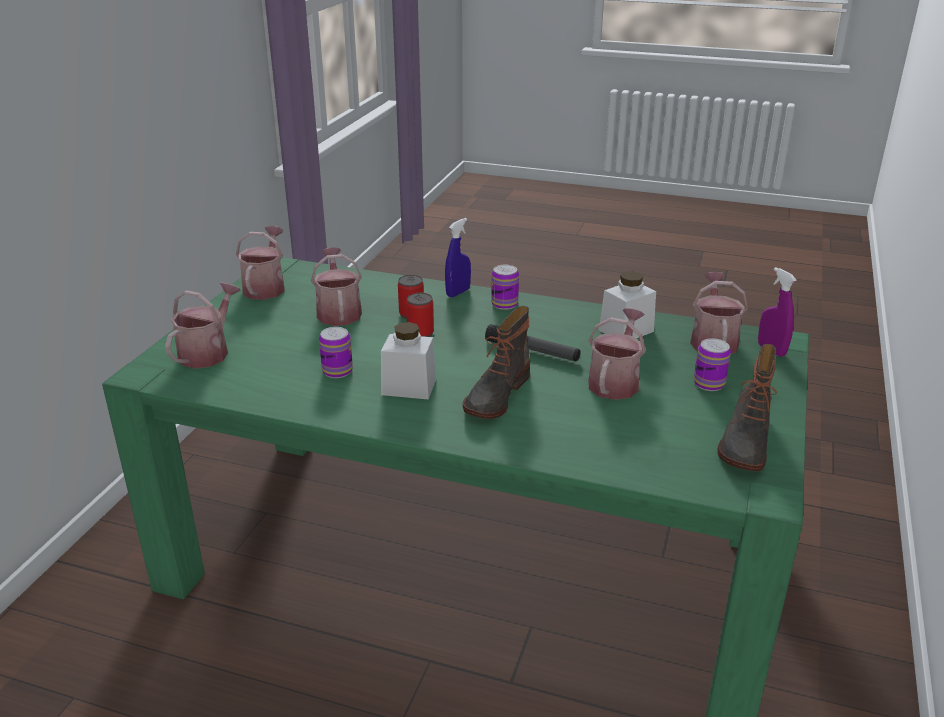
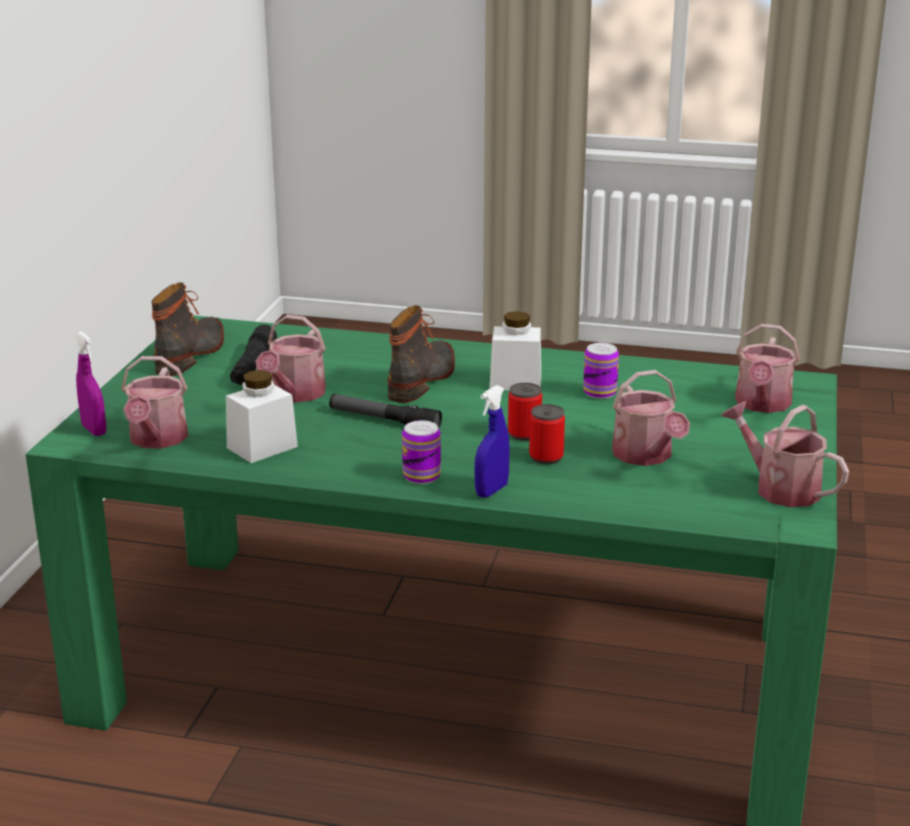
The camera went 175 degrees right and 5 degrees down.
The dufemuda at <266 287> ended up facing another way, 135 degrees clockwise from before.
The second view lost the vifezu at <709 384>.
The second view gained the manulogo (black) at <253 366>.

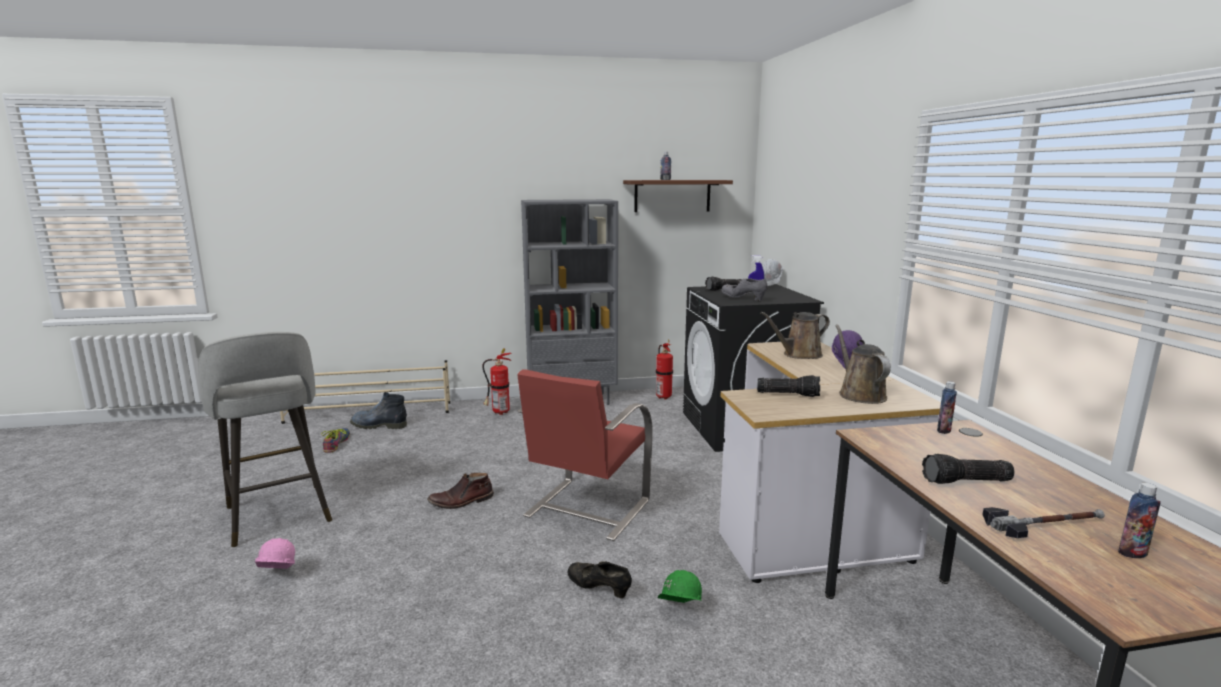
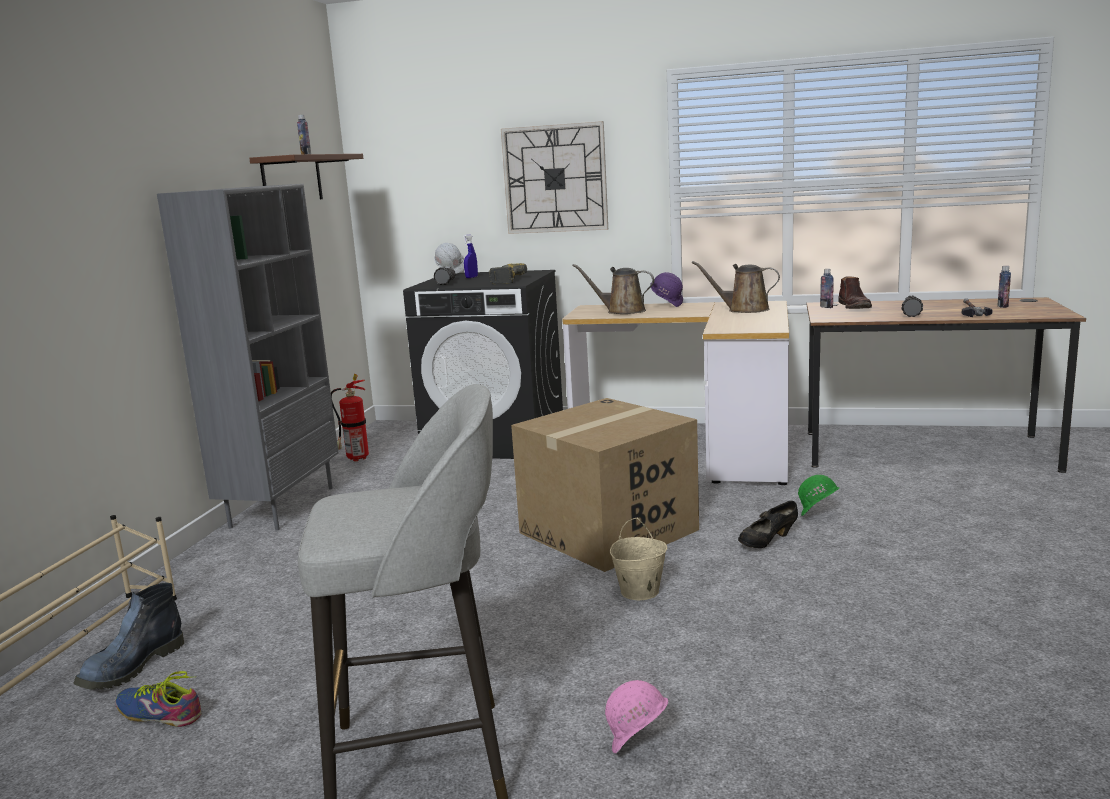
The camera went 65 degrees left and 0 degrees up.
The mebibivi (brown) ended up elsewhere, having gone from <461 501> to <855 306>.
The second view lost the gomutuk at <499 412>.
Where the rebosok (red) stood at <585 509>, the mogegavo came to stand at <608 531>.
Where the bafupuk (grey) stood at <743 299>, the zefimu came to stand at <504 281>.
The second view lost the manulogo at <788 394>.
The dufemuda (brown) at <799 355> ended up facing another way, 105 degrees clockwise from before.
The second view gained the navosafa at <555 179>.
The second view gained the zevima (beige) at <639 591>.

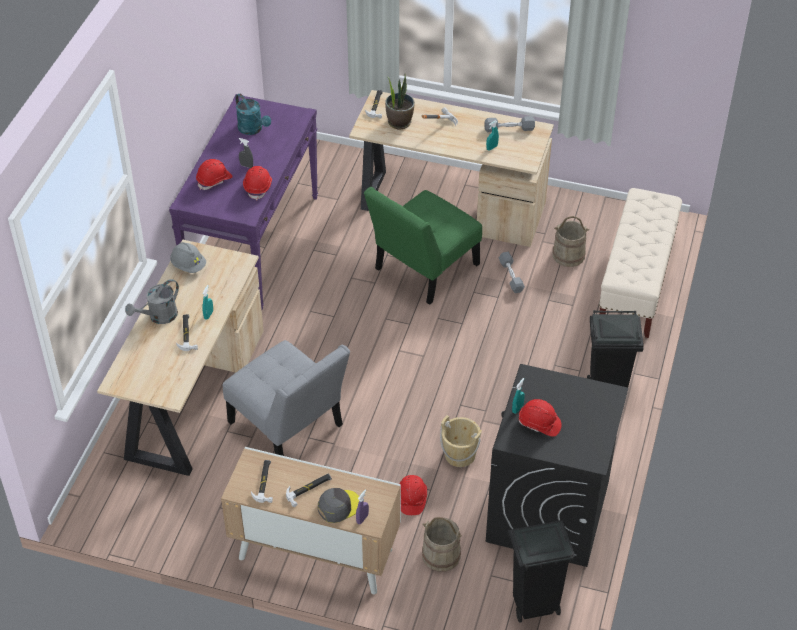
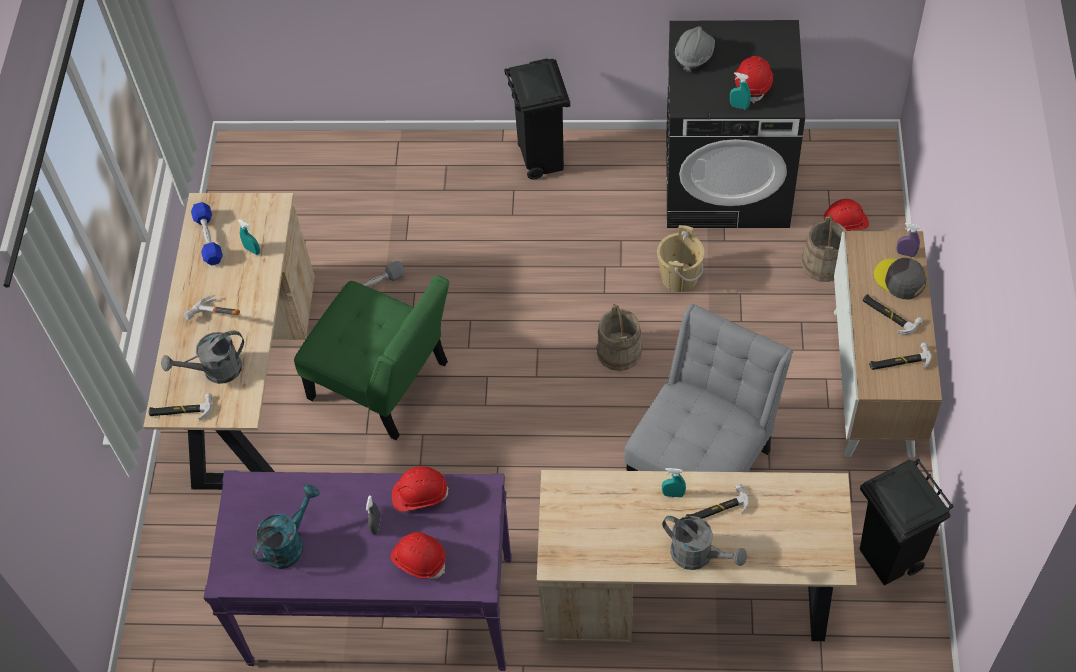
The camera went 100 degrees left and 10 degrees up.
The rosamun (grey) ended up elsewhere, having gone from <188 265> to <694 56>.
Where the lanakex stood at <399 122>, the dufemuda (grey) came to stand at <215 371>.
The rosamun (red) ended up elsewhere, having gone from <411 499> to <845 223>.
What was the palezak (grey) at <509 129> turned into the palezak (blue) at <208 238>.
The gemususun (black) ended up elsewhere, having gone from <533 606> to <889 559>.
The zevima (beige) ended up elsewhere, having gone from <568 255> to <619 351>.
The second view lost the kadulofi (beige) at <635 284>.

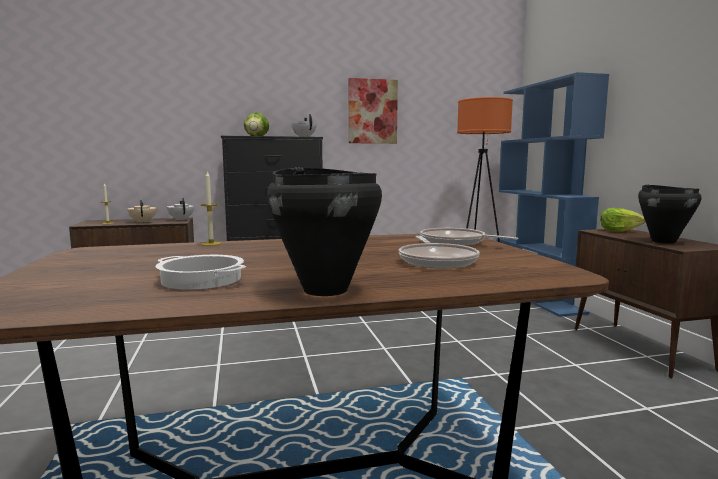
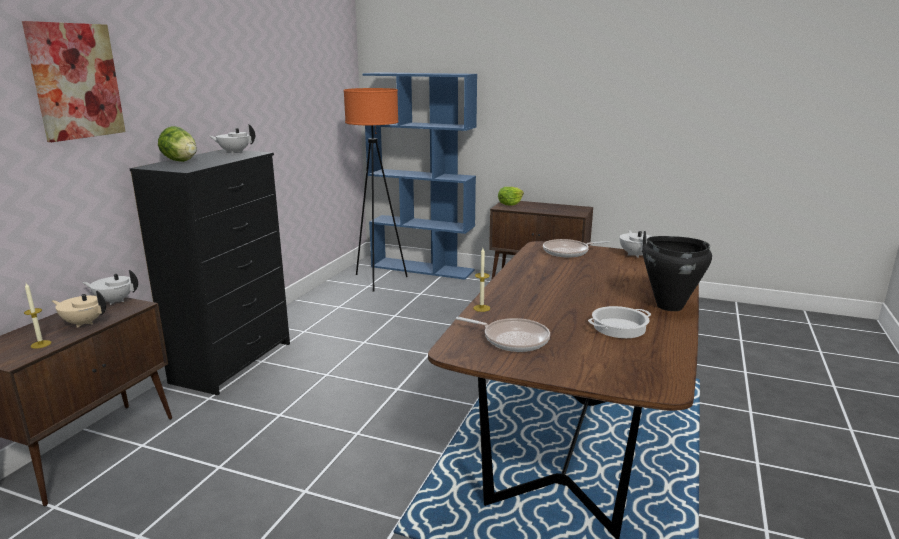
The camera went 55 degrees left and 10 degrees up.
The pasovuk ended up elsewhere, having gone from <372 111> to <76 81>.
The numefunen ended up elsewhere, having gone from <436 260> to <512 339>.
The second view lost the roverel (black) at <663 241>.
The second view gained the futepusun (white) at <635 255>.

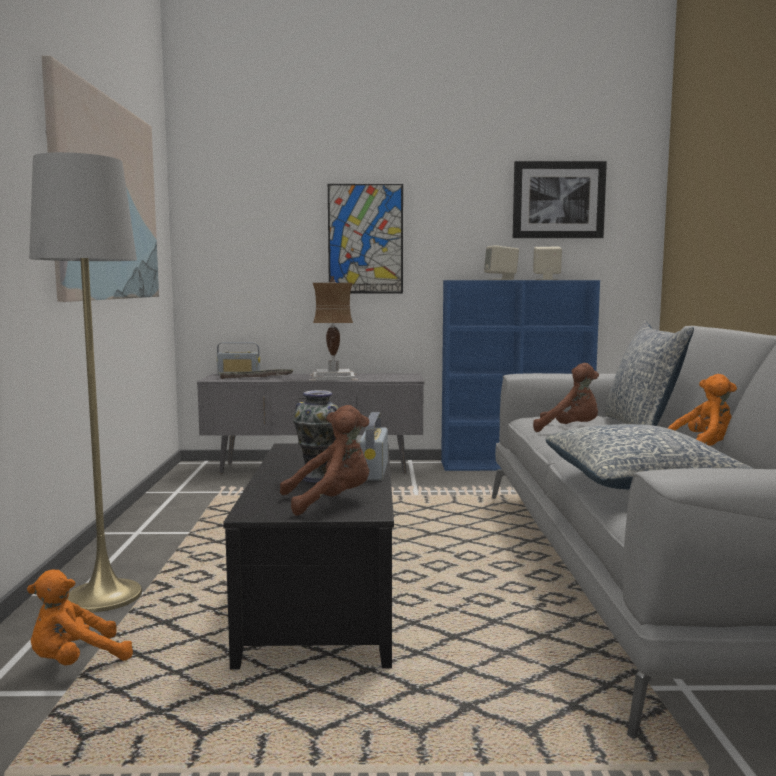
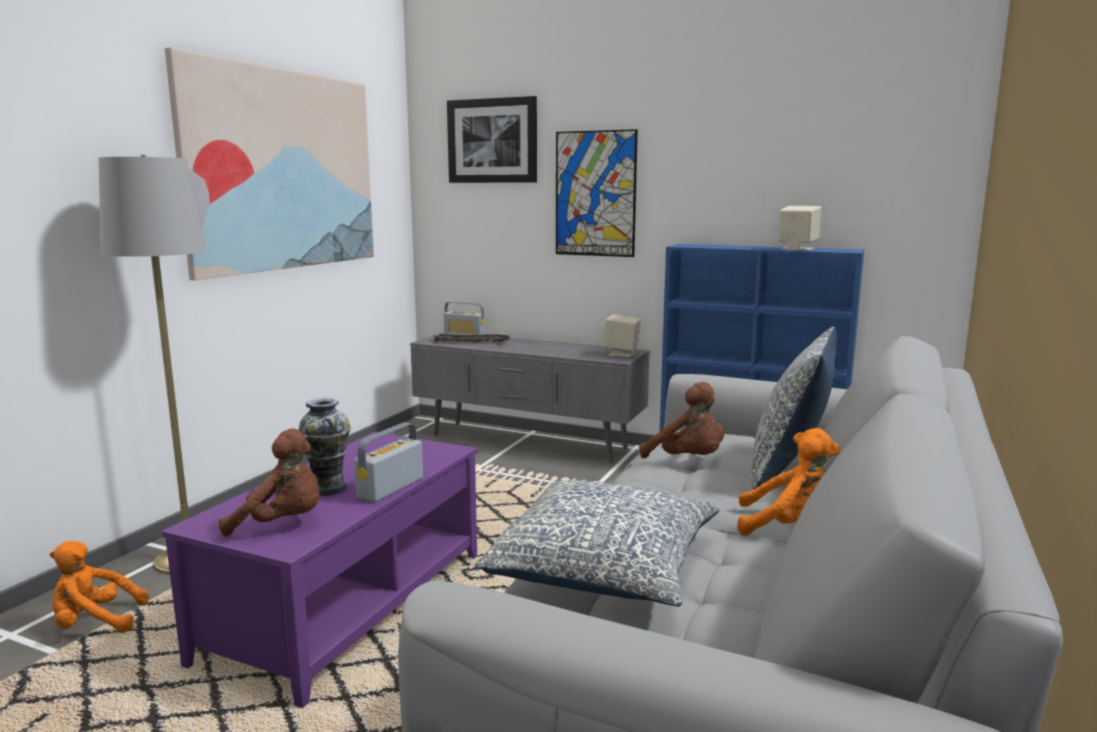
The camera went 25 degrees right and 5 degrees up.
What was the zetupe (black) at <326 597> turned into the zetupe (purple) at <350 606>.
The second view lost the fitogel at <332 377>.
The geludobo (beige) ended up elsewhere, having gone from <501 279> to <622 354>.
The pasovuk ended up elsewhere, having gone from <558 200> to <492 141>.

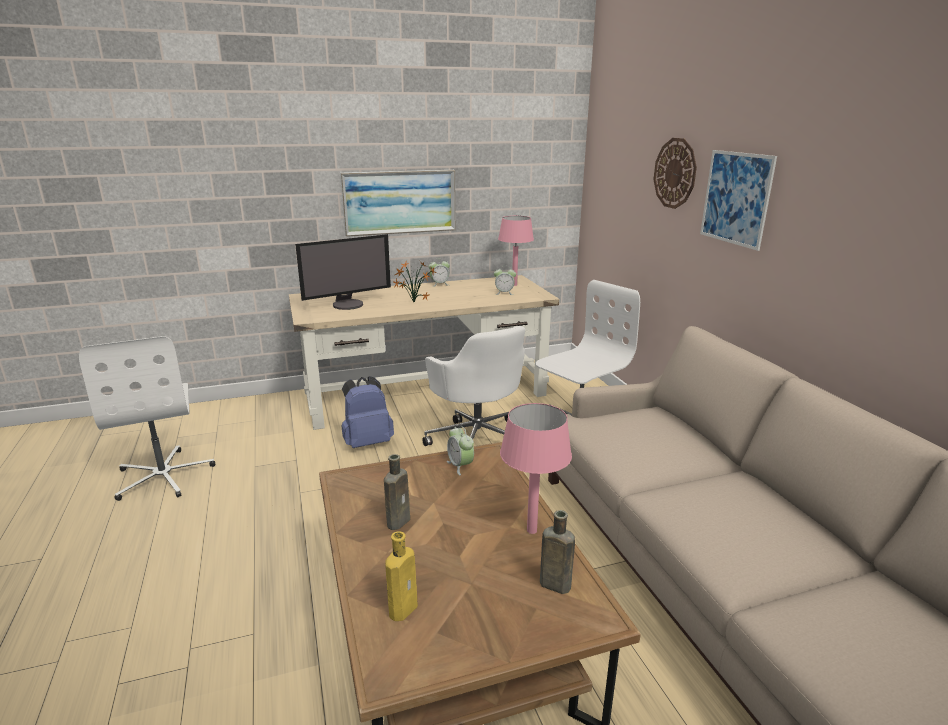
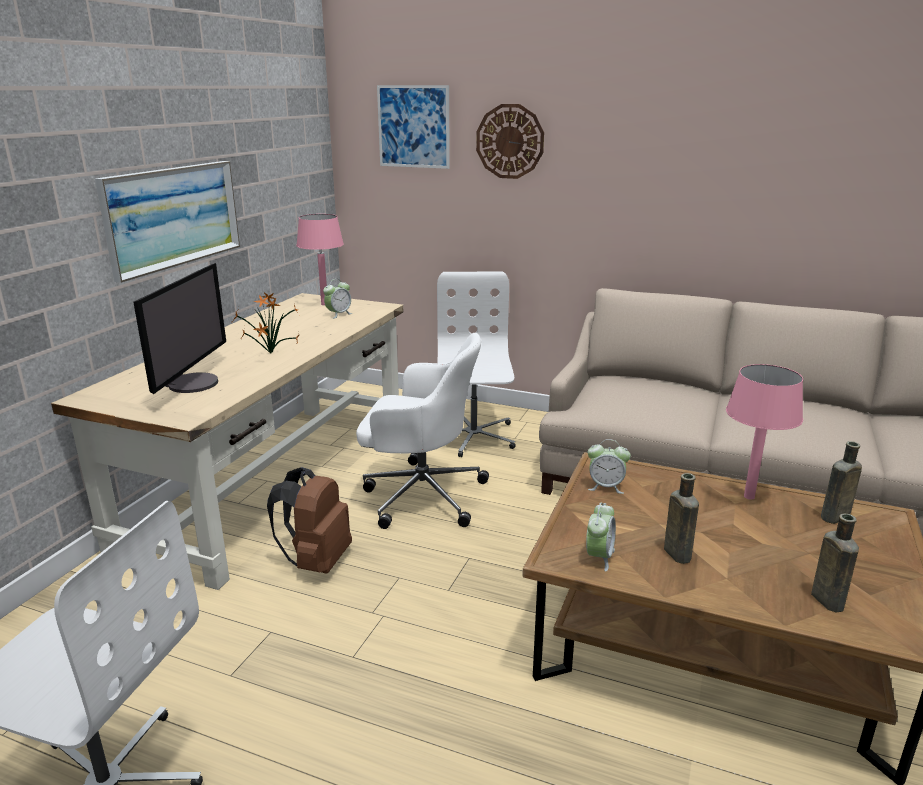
The camera went 50 degrees left and 0 degrees up.
What was the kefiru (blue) at <367 442> turned into the kefiru (brown) at <316 561>.
What was the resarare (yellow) at <404 608> turned into the resarare (brown) at <825 599>.
The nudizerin ended up elsewhere, having gone from <439 284> to <599 557>.
The pasovuk ended up elsewhere, having gone from <736 198> to <413 126>.

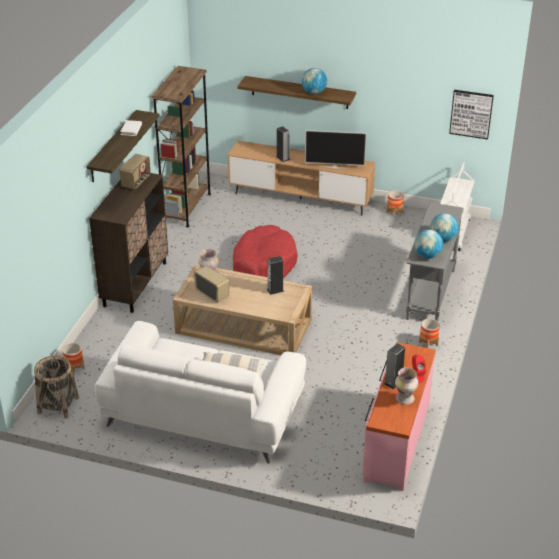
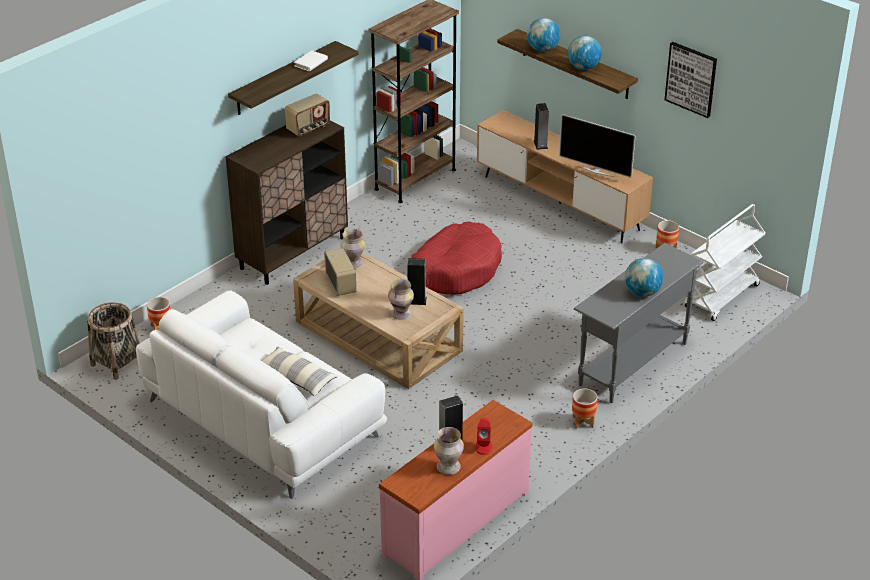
The camera went 25 degrees right and 0 degrees up.
The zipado ended up elsewhere, having gone from <427 256> to <543 49>.
The pasovuk ended up elsewhere, having gone from <471 114> to <691 79>.
The second view gained the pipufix at <401 314>.

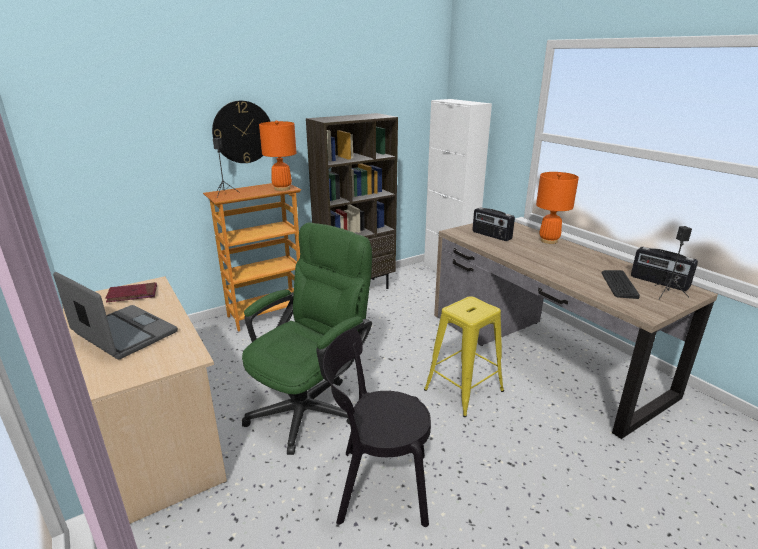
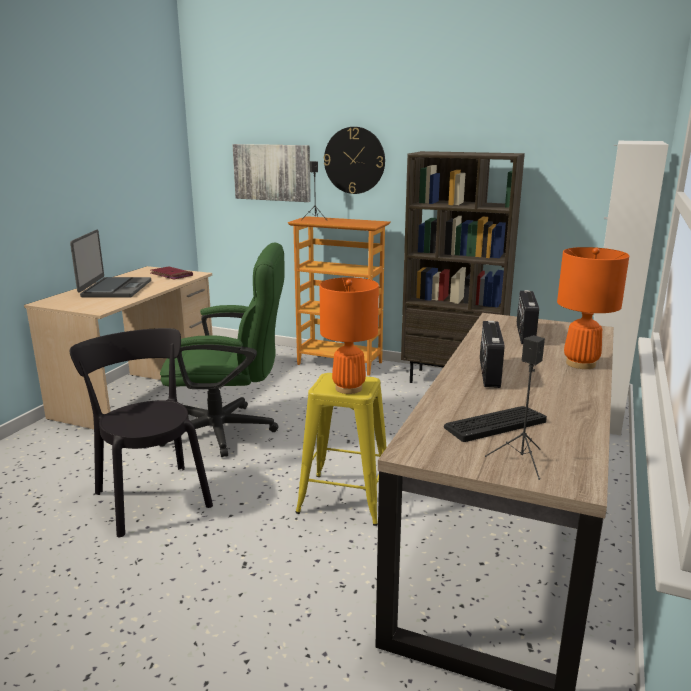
The camera went 55 degrees right and 5 degrees down.
The fitogel (orange) ended up elsewhere, having gone from <282 188> to <349 388>.
The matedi ended up elsewhere, having gone from <659 282> to <488 373>.
The second view gained the pasovuk at <272 172>.

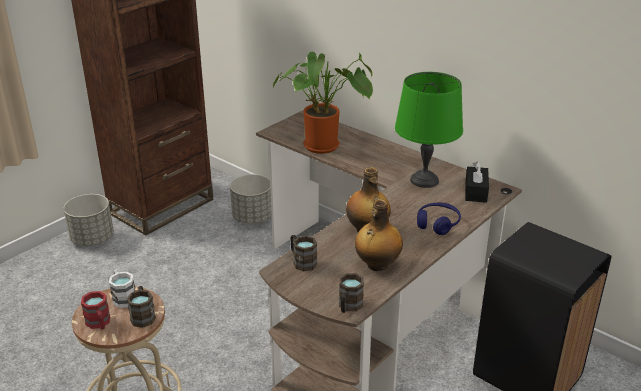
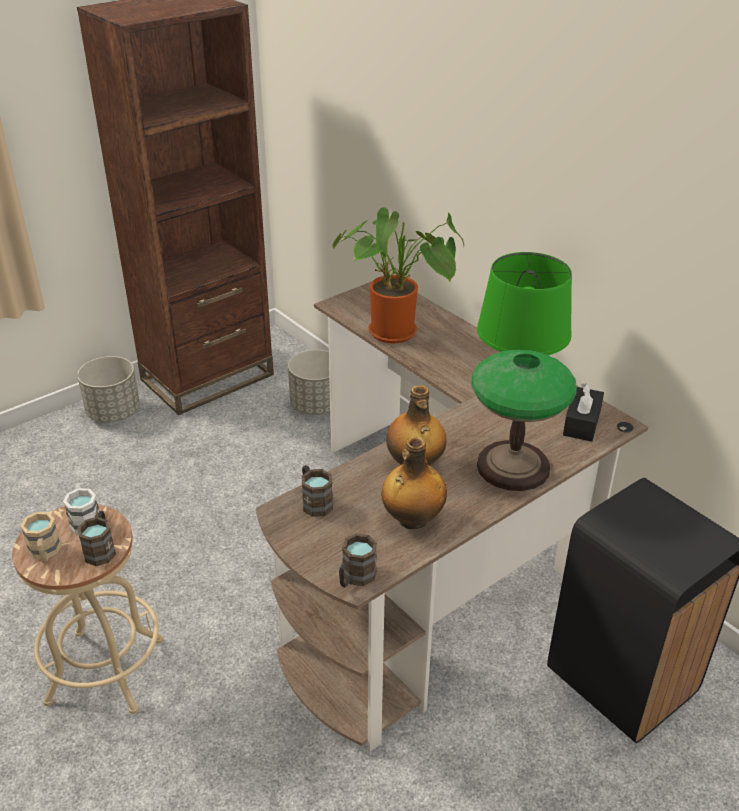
The camera went 10 degrees right and 5 degrees up.
What was the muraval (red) at <99 324> turned into the muraval (beige) at <45 553>.
Where the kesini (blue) stood at <437 223>, the fitogel came to stand at <514 466>.

